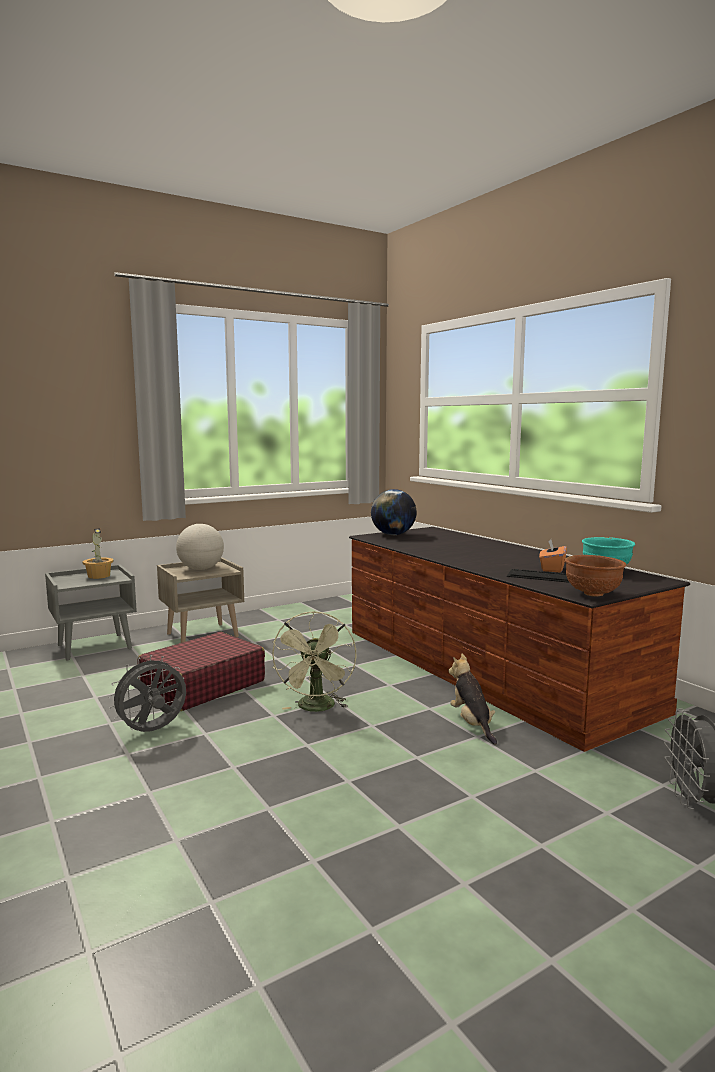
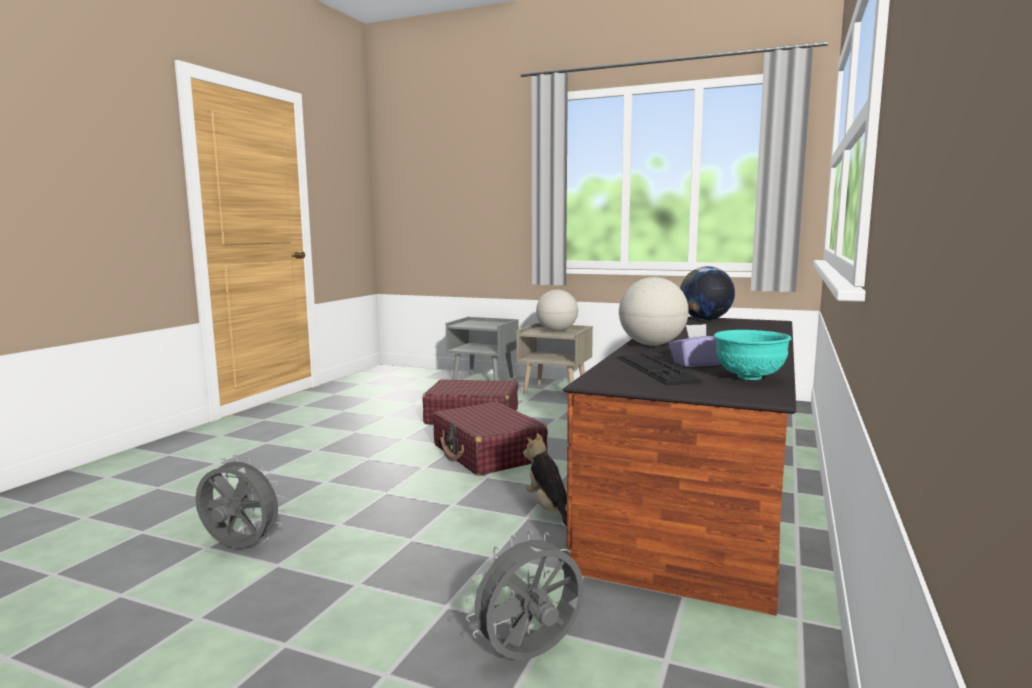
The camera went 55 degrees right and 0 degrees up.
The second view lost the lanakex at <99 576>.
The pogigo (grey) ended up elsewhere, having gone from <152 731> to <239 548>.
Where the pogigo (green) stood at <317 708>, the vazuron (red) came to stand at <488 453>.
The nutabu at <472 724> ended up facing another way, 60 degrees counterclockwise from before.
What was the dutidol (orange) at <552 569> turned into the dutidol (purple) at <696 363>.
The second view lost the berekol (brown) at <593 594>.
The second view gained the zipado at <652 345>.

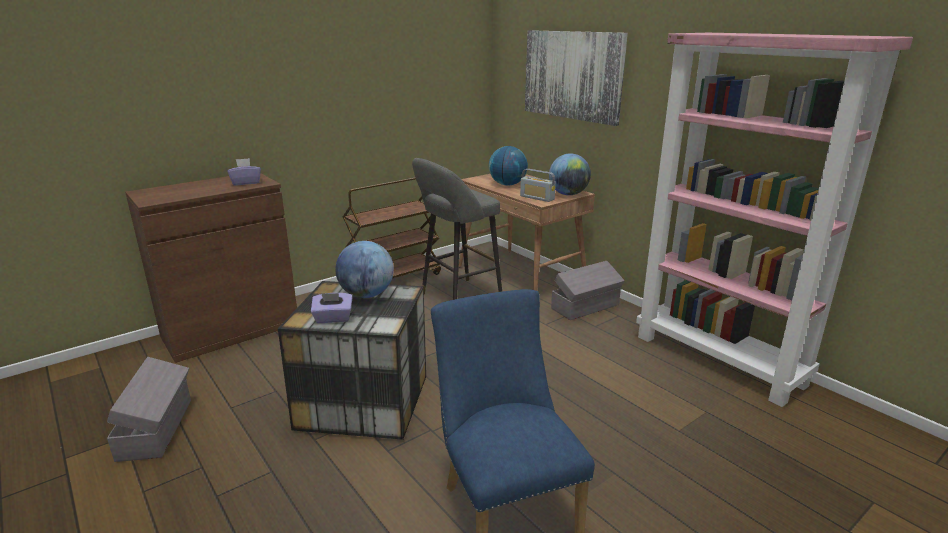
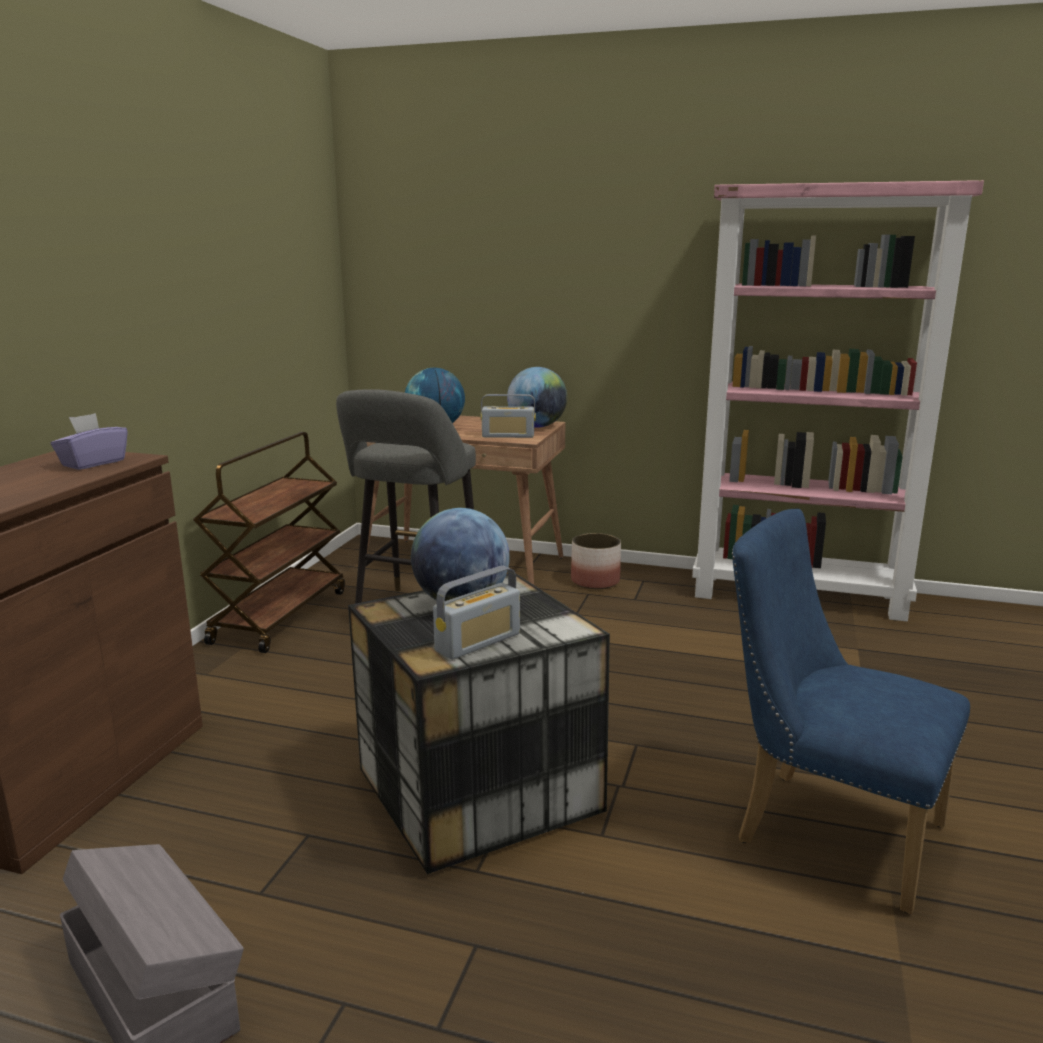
The camera went 35 degrees left and 5 degrees down.
Where the dutidol (purple) stood at <333 318>, the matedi came to stand at <478 642>.
The second view lost the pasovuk at <572 75>.
Where the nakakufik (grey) stood at <586 307>, the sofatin came to stand at <595 581>.

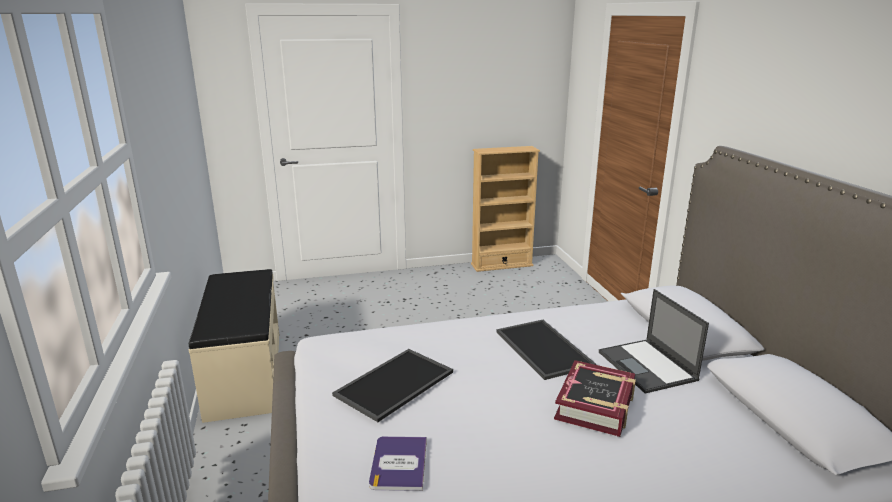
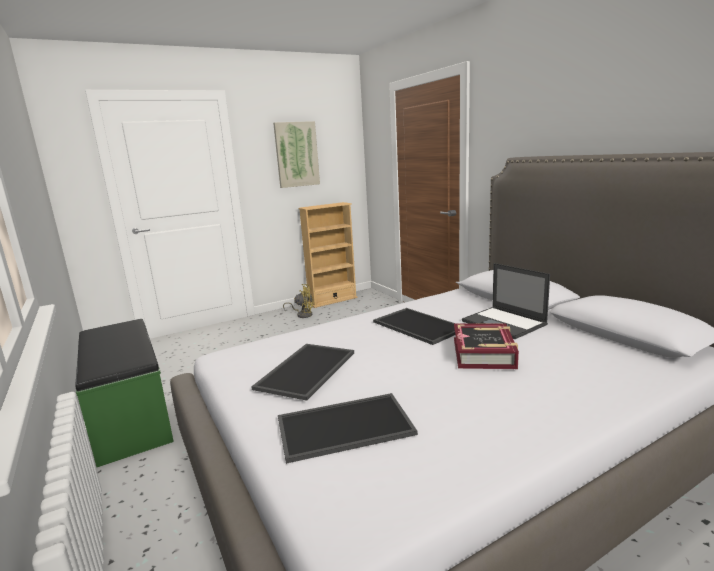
The camera went 15 degrees left and 5 degrees down.
What was the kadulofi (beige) at <244 373> turned into the kadulofi (green) at <129 417>.
Where the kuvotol stood at <399 464>, the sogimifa came to stand at <343 428>.
The second view gained the pasovuk at <296 154>.
The second view gained the pogigo (yellow) at <303 314>.

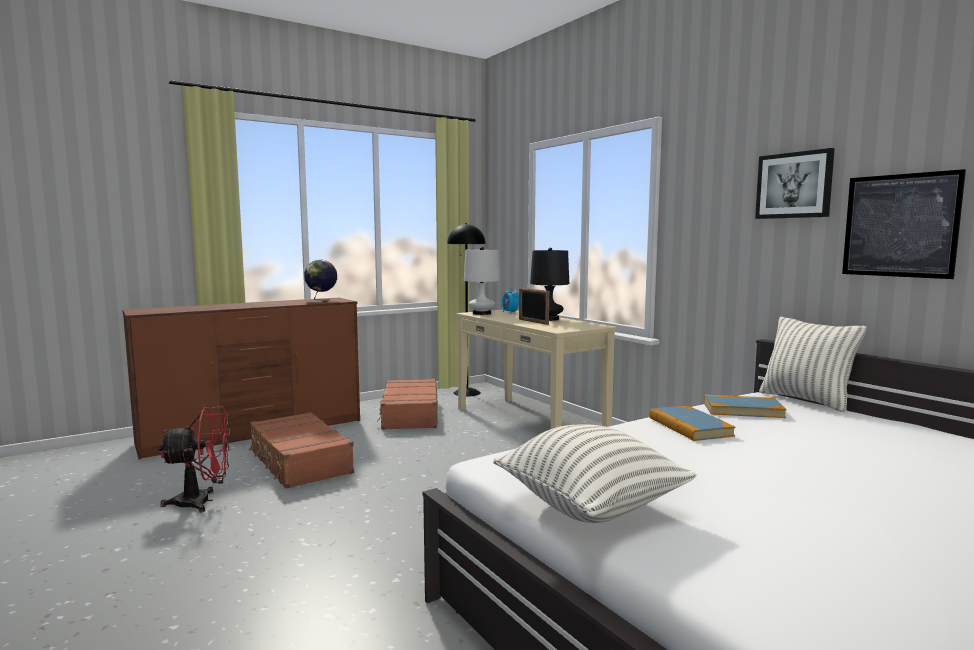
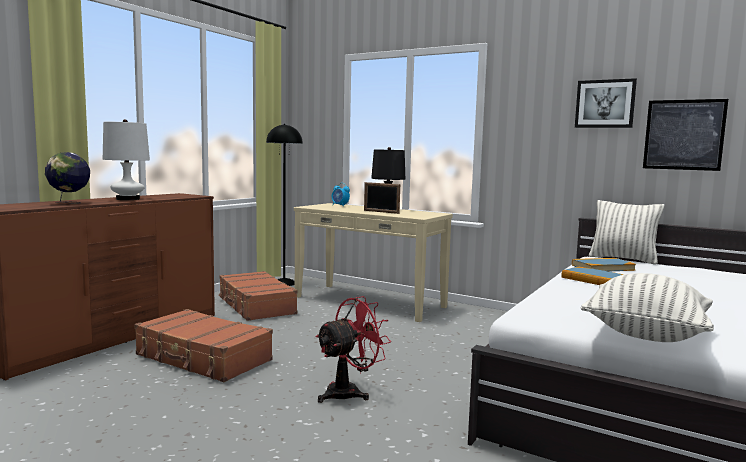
The camera went 25 degrees left and 0 degrees up.
The pogigo (red) ended up elsewhere, having gone from <202 502> to <349 392>.
The zipado ended up elsewhere, having gone from <321 300> to <69 203>.
The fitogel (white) ended up elsewhere, having gone from <481 313> to <128 199>.

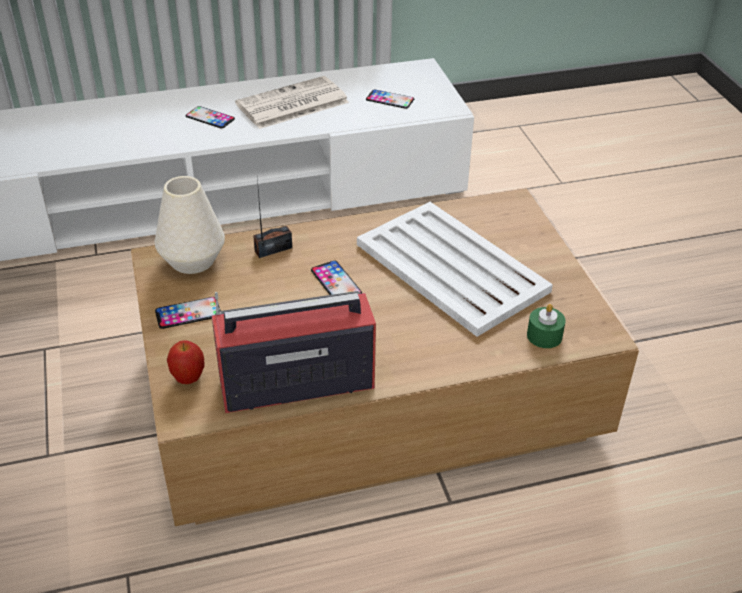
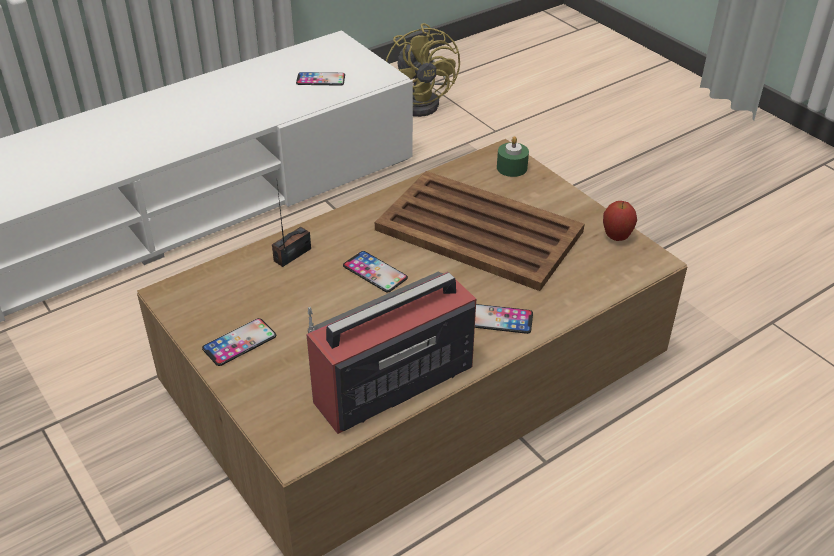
The camera went 20 degrees left and 0 degrees up.
The second view lost the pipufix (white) at <192 260>.
The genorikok ended up elsewhere, having gone from <188 379> to <616 237>.
The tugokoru ended up elsewhere, having gone from <210 118> to <498 319>.
The second view lost the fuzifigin at <291 104>.
What was the sogimifa (white) at <452 269> turned into the sogimifa (brown) at <480 232>.
The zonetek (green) ended up elsewhere, having gone from <544 336> to <512 168>.
The second view gained the pogigo (yellow) at <423 102>.

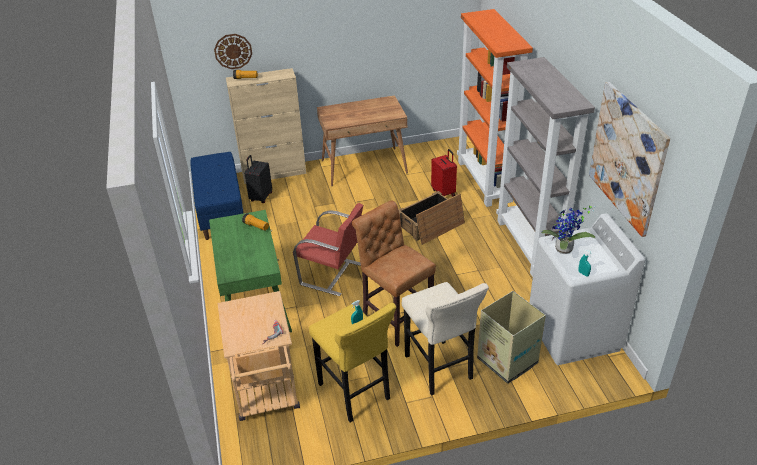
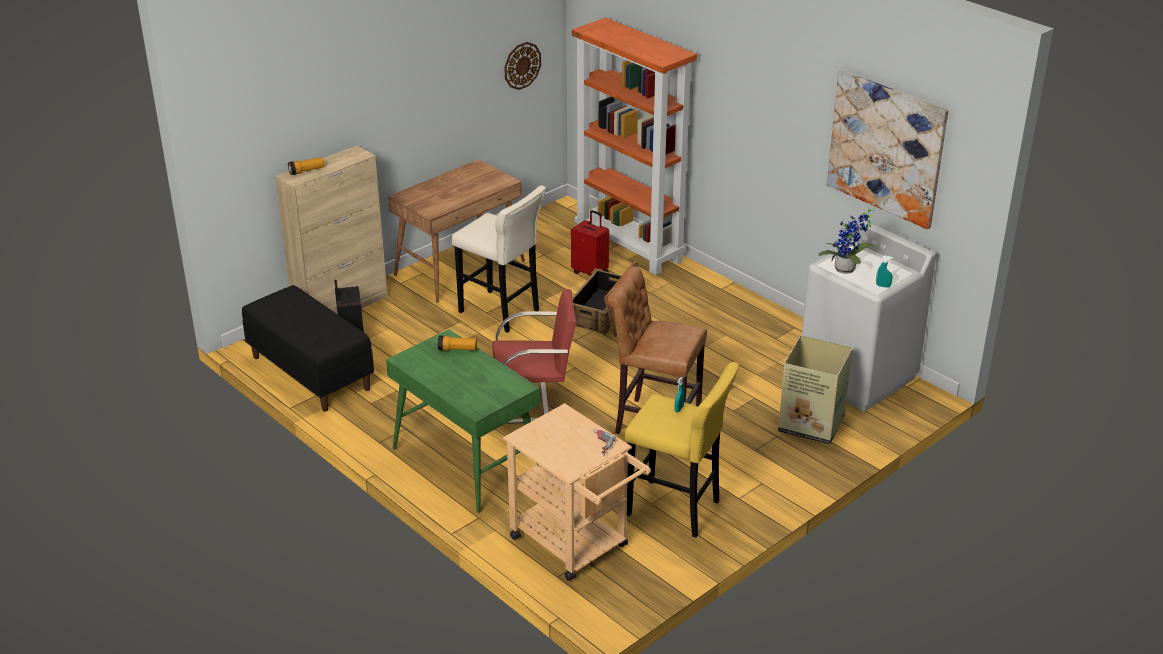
The camera went 30 degrees left and 5 degrees down.
What was the kadulofi (blue) at <220 211> turned into the kadulofi (black) at <310 373>.
The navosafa ended up elsewhere, having gone from <233 51> to <522 65>.
The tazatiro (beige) ended up elsewhere, having gone from <439 370> to <502 313>.
The second view lost the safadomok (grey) at <529 245>.

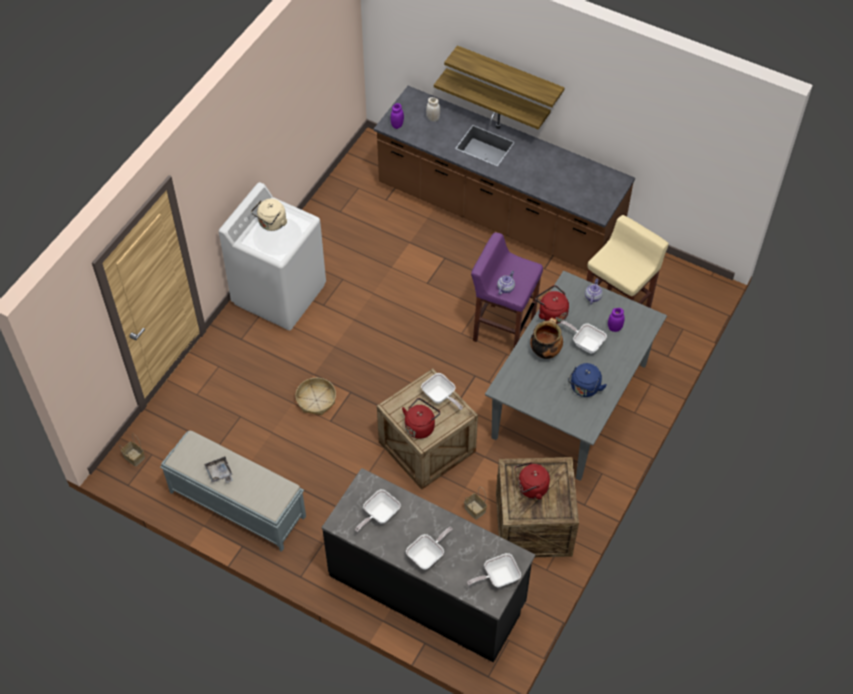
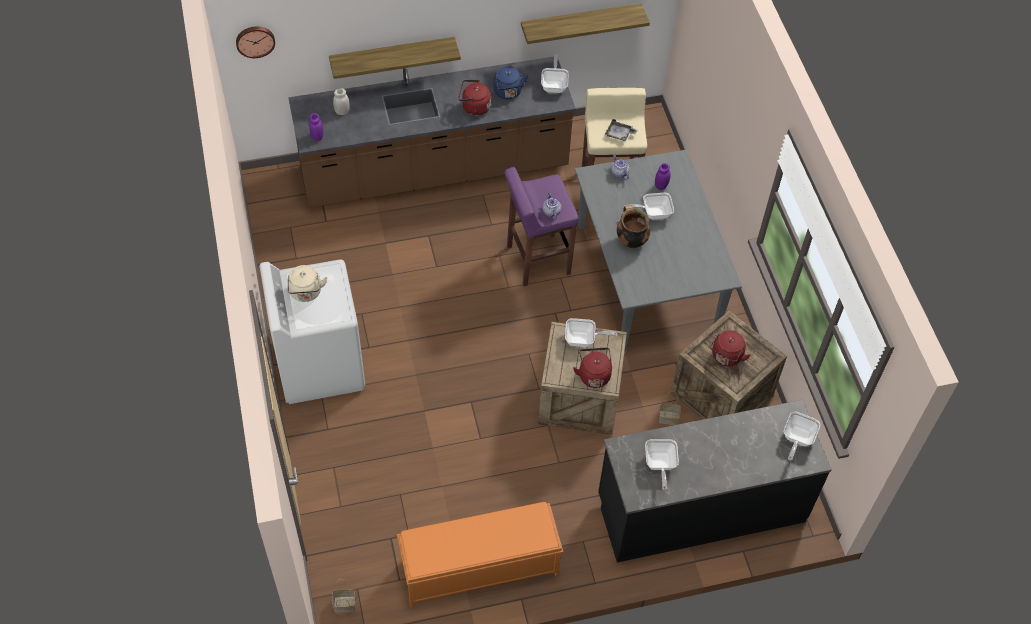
The camera went 45 degrees left and 0 degrees up.
What was the kadulofi (grey) at <236 504> turned into the kadulofi (orange) at <478 568>.
The sogimifa (grey) ended up elsewhere, having gone from <219 473> to <619 134>.
The second view lost the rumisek at <316 400>.
The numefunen ended up elsewhere, having gone from <428 555> to <554 85>.
The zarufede ended up elsewhere, having gone from <509 75> to <580 22>.
The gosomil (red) ended up elsewhere, having gone from <551 313> to <474 107>.
The gosomil (blue) ended up elsewhere, having gone from <584 388> to <508 93>.
The second view gained the navosafa at <255 40>.

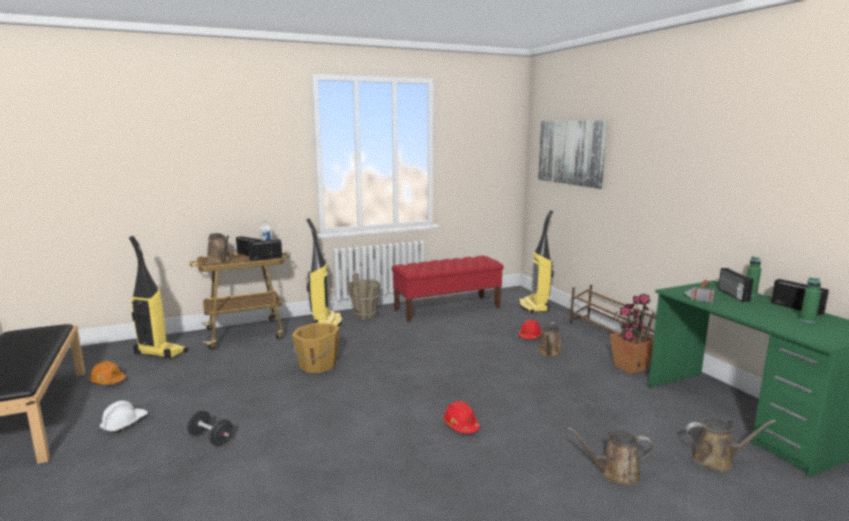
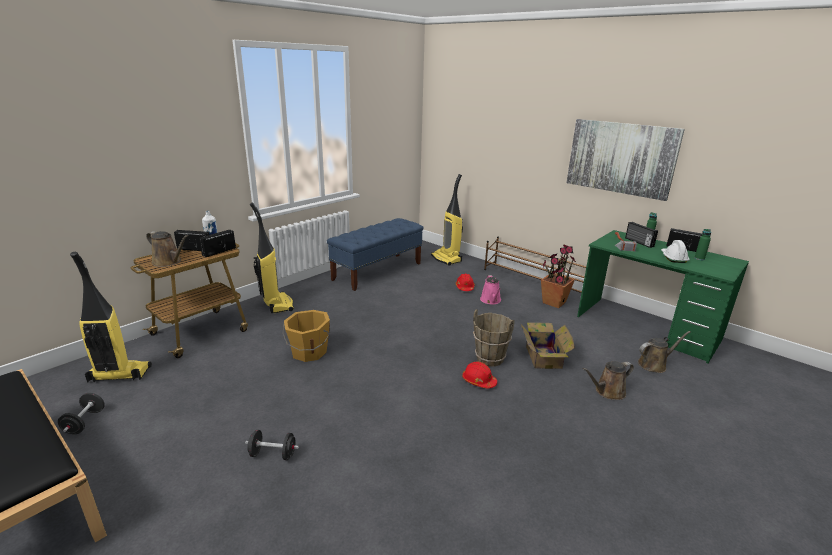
The camera went 25 degrees left and 10 degrees up.
Where the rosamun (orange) stood at <108 381>, the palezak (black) came to stand at <85 422>.
The rosamun (white) ended up elsewhere, having gone from <124 423> to <673 258>.
The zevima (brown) ended up elsewhere, having gone from <365 315> to <490 358>.
What was the kadulofi (red) at <447 309> turned into the kadulofi (blue) at <377 271>.
What was the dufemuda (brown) at <549 353> turned into the dufemuda (pink) at <491 300>.
The pasovuk ended up elsewhere, having gone from <571 152> to <621 158>.
The second view gained the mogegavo at <543 356>.

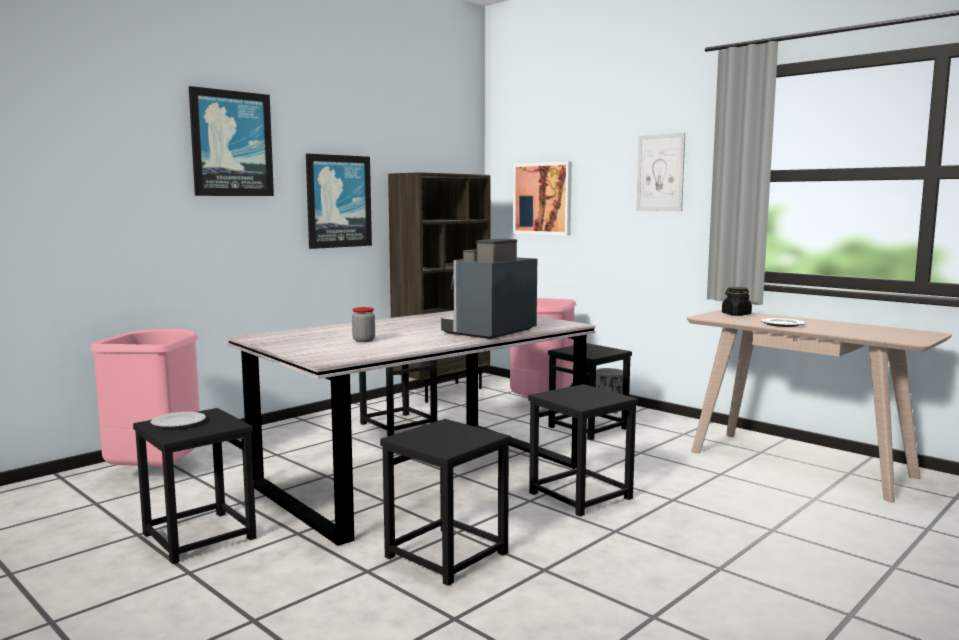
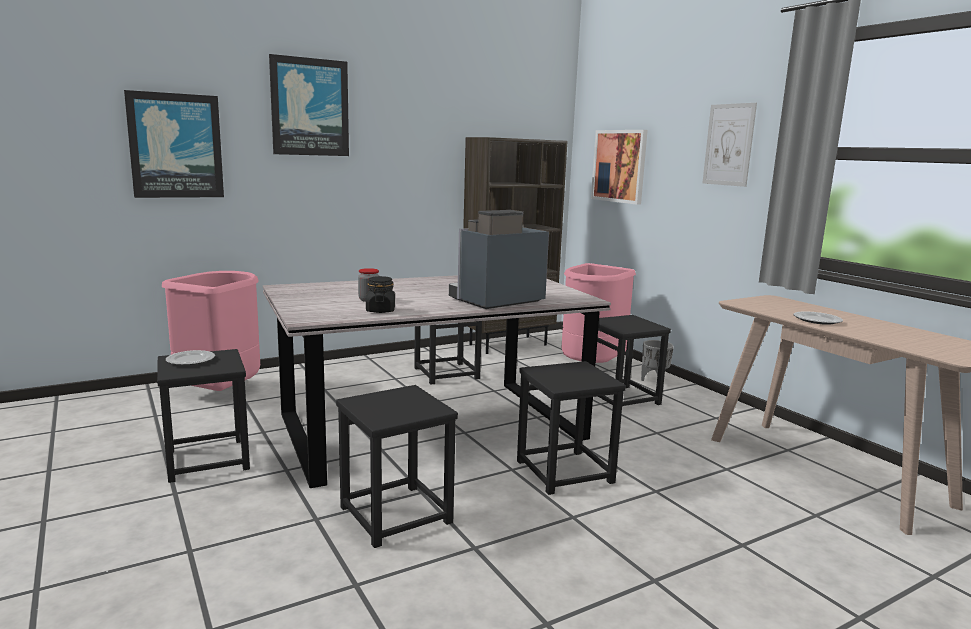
The camera went 15 degrees right and 5 degrees up.
The pasovuk ended up elsewhere, having gone from <338 201> to <176 146>.
The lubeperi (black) ended up elsewhere, having gone from <736 314> to <380 310>.

